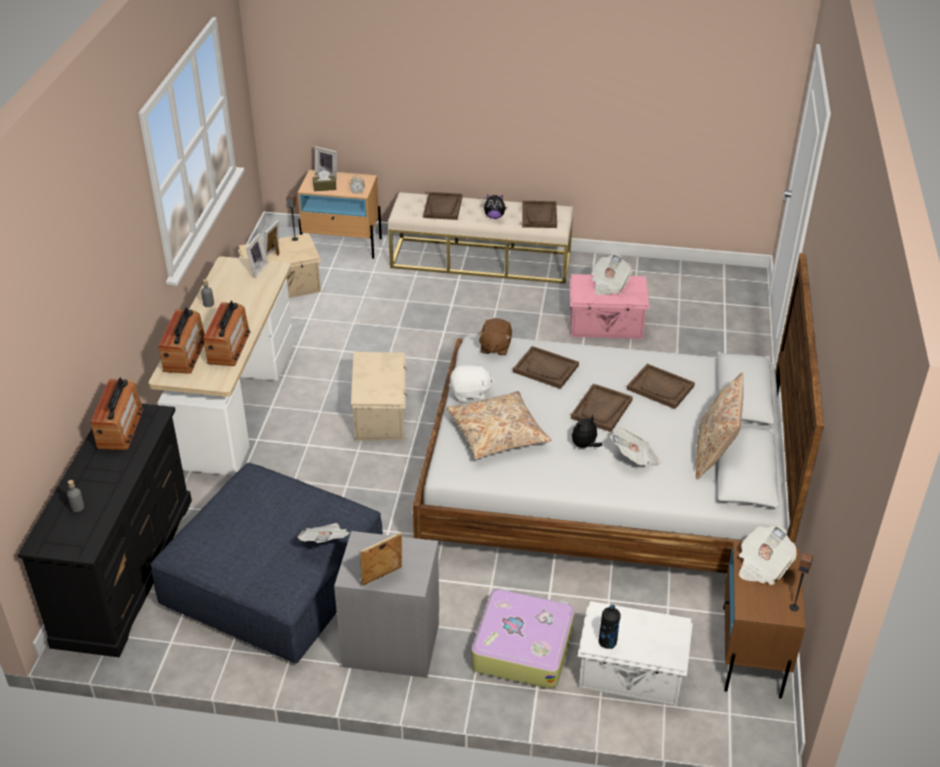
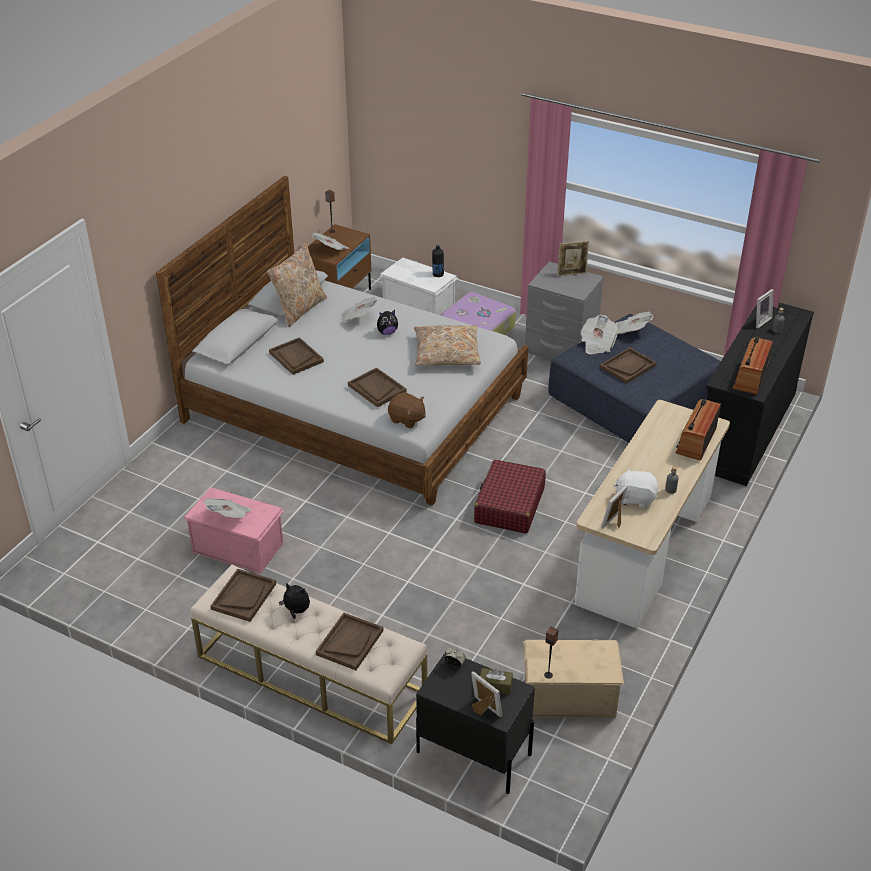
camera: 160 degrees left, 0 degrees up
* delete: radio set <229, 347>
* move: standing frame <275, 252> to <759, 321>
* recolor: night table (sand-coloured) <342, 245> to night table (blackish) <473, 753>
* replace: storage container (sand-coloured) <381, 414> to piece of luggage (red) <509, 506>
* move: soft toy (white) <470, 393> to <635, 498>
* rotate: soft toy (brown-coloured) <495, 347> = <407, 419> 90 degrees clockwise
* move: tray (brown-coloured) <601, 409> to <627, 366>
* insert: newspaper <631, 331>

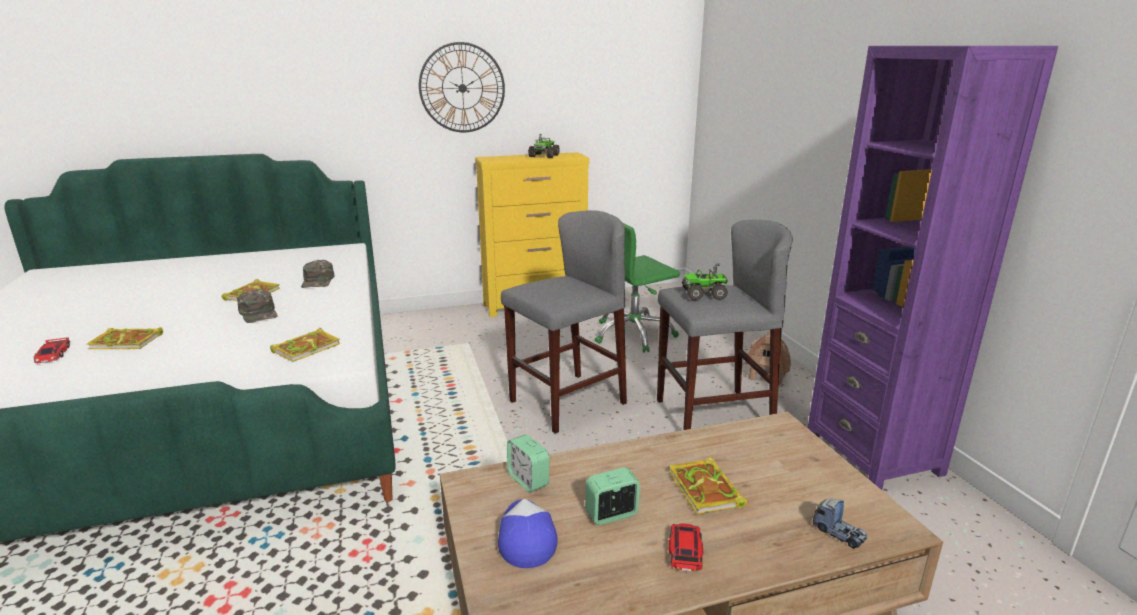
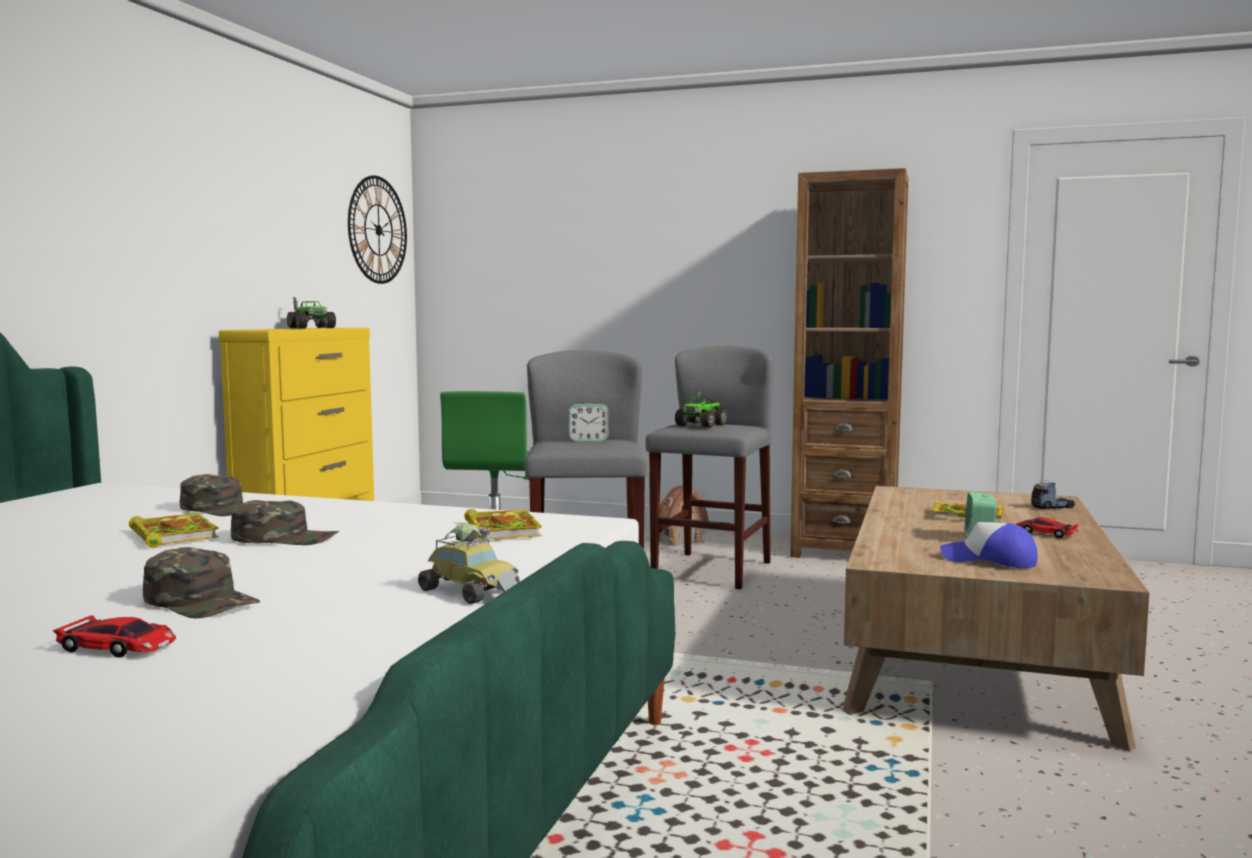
camera: 55 degrees left, 15 degrees down
* replace: book <128, 342> to baseball cap (green-coloured) <202, 601>
* move: hanging clock <462, 88> to <378, 230>
* move: alarm clock <528, 480> to <588, 440>
* recolor: bookshelf (purplish) <873, 453> to bookshelf (brown-coloured) <844, 551>
* insert: toy car <472, 591>

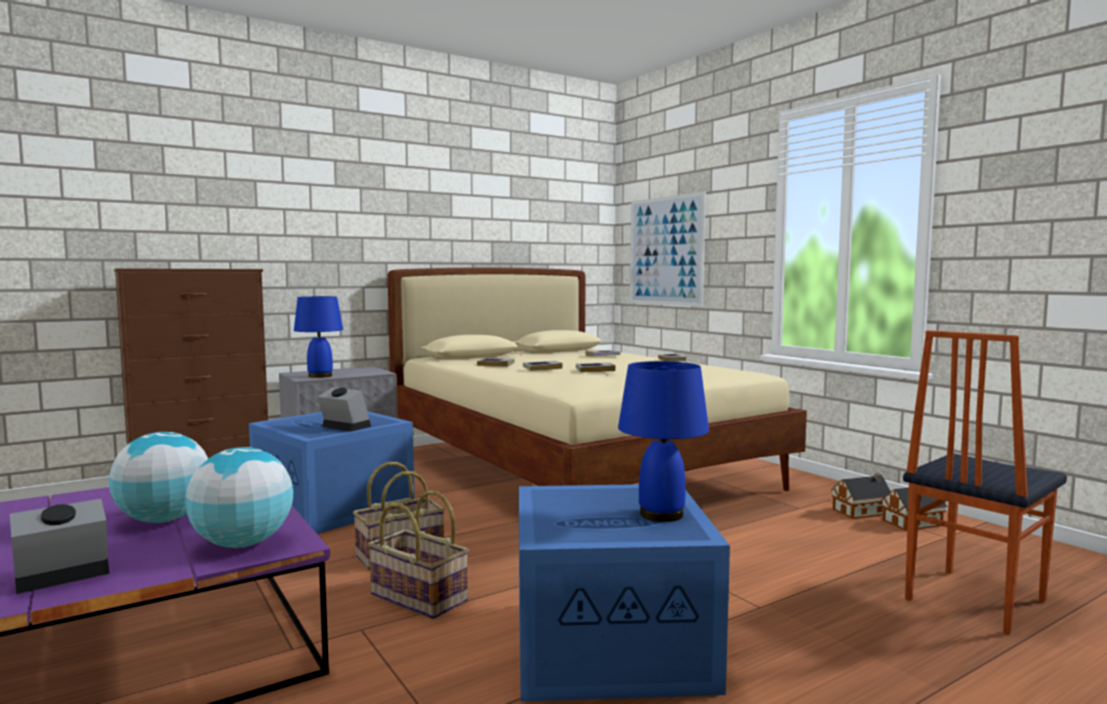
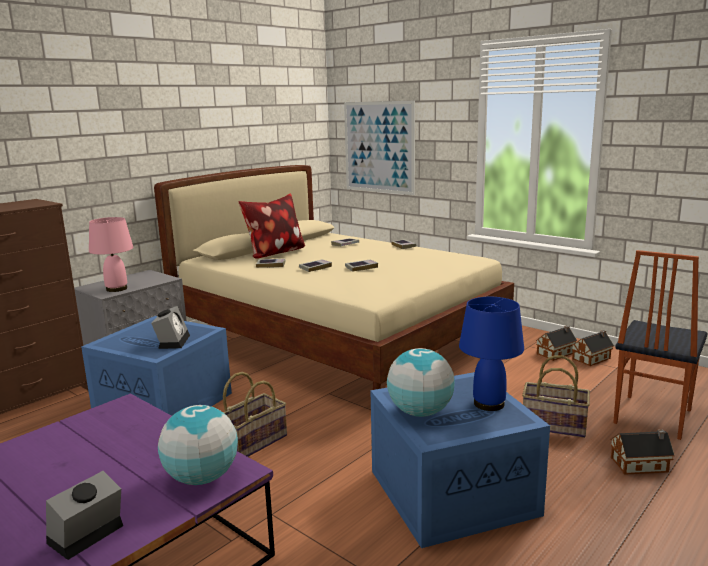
camera: 15 degrees left, 10 degrees up
* move: globe <163, 520> to <420, 412>
* recolor: tabletop lamp (blue-coloured) <320, 376> to tabletop lamp (pink-coloured) <117, 289>
* rotate: alarm clock <343, 427> = <172, 341> 75 degrees clockwise
* move: household basket <417, 598> to <553, 426>
* insert: throw pillow <274, 253>
* insert: toy house <641, 465>

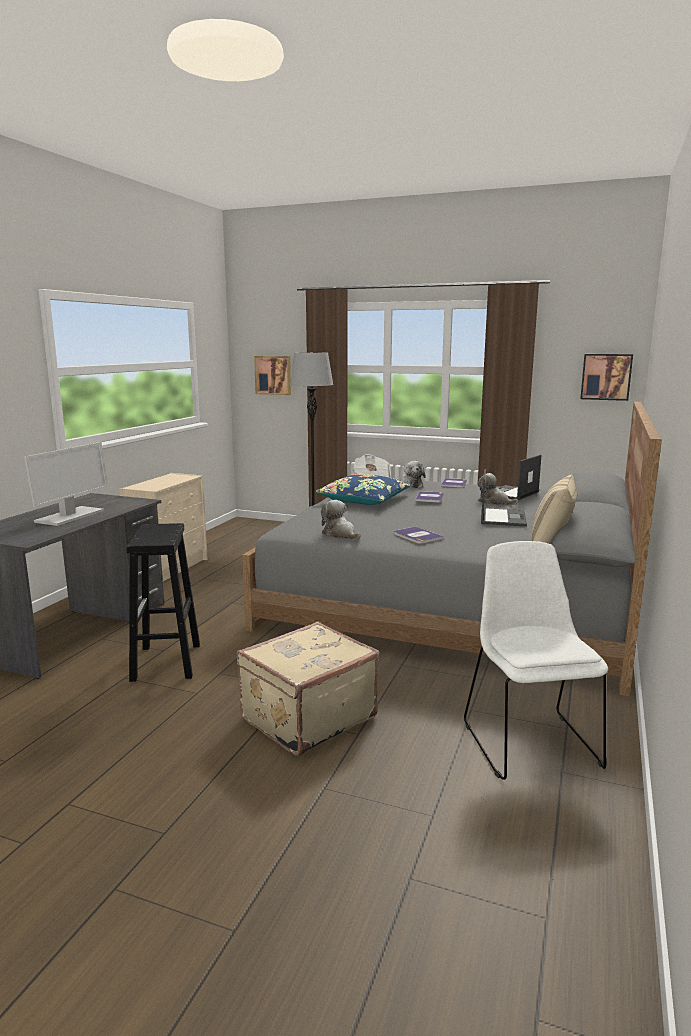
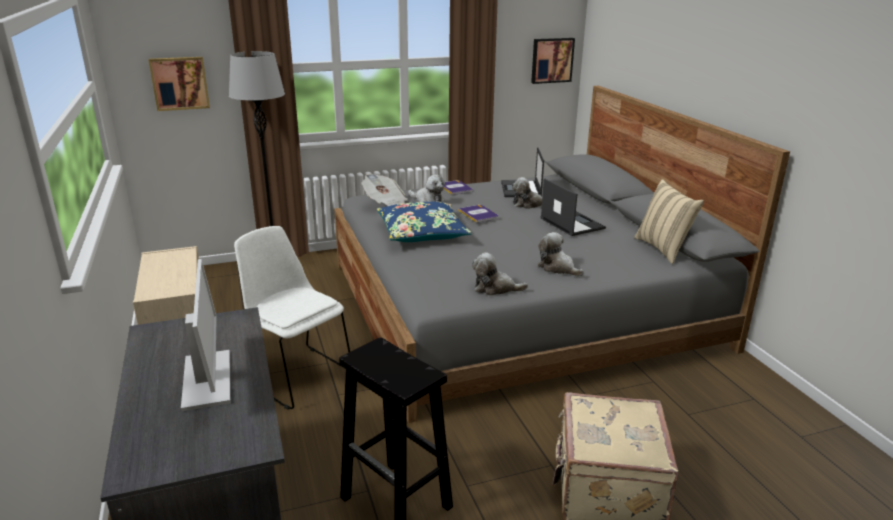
camera: 40 degrees left, 10 degrees up
* replace: book <417, 536> to soft toy <557, 268>
* move: upright chair (white) <529, 741> to <297, 375>

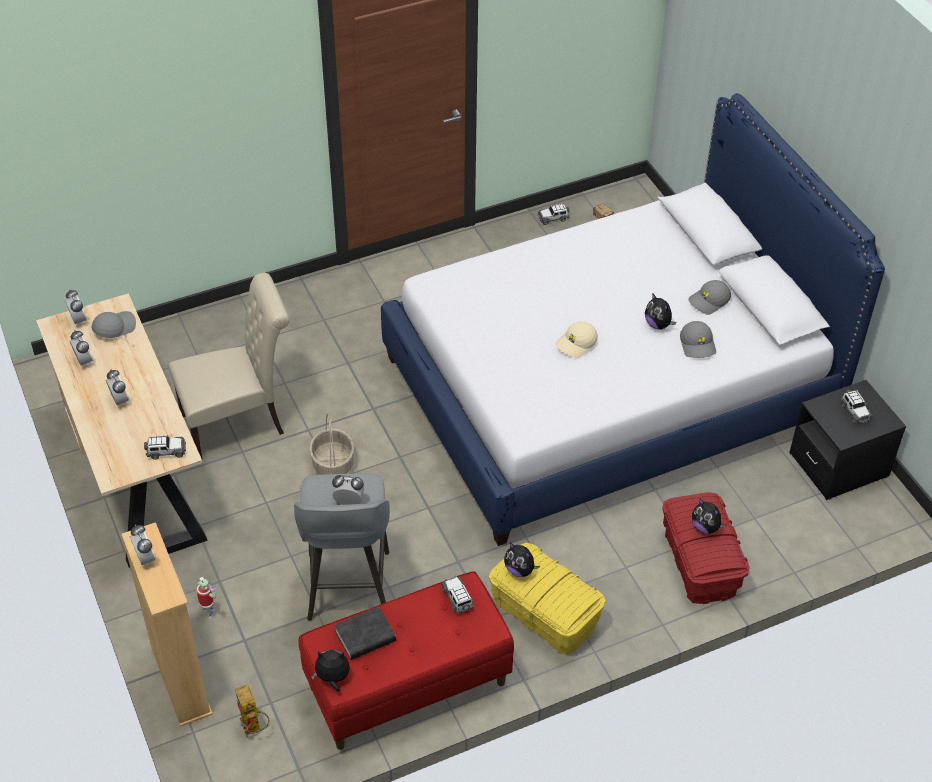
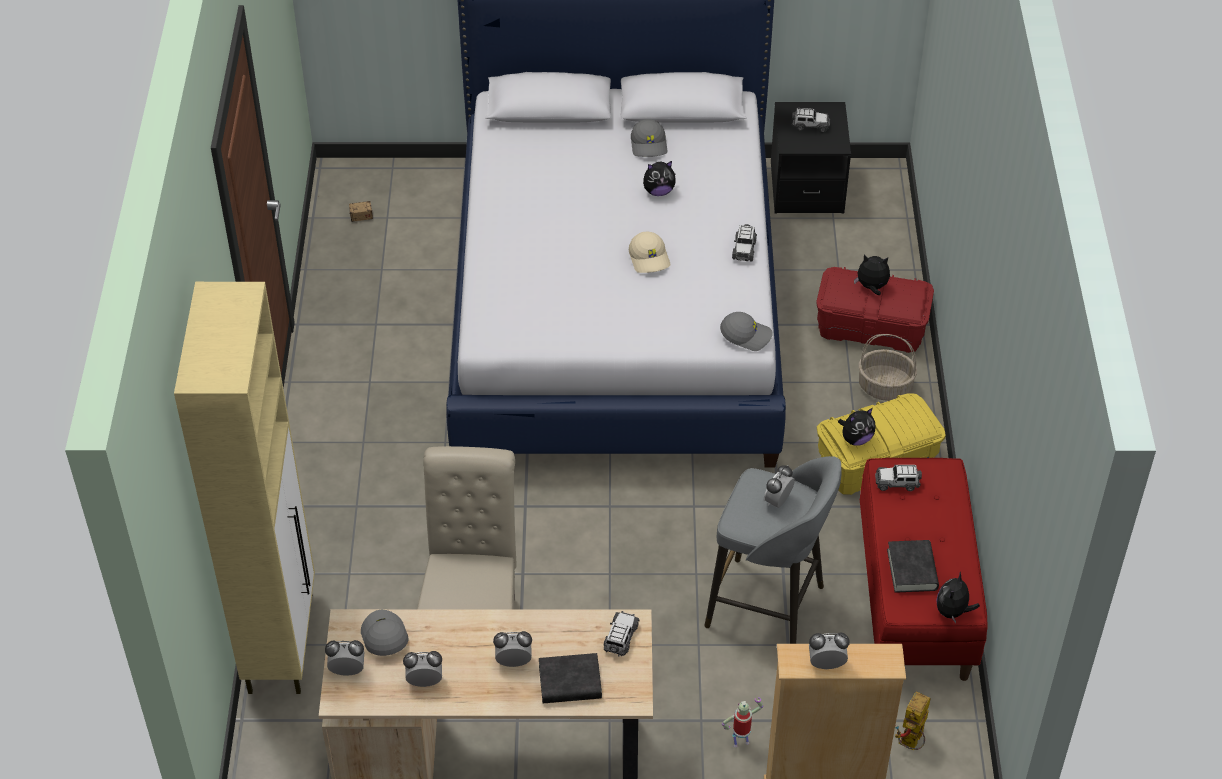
camera: 65 degrees left, 0 degrees up
* rotate: toy robot <254, 727> = <911, 744> 120 degrees clockwise
* move: household basket <332, 463> to <884, 387>
* move: toy car <553, 218> to <744, 249>
* move: baseball cap (greyish) <698, 345> to <746, 335>
* rotate: soft toy <706, 527> = <871, 287> 150 degrees counterclockwise
* insert: storage cabinet (sand-coloured) <281, 640>
* insert: book (blackish) <570, 683>

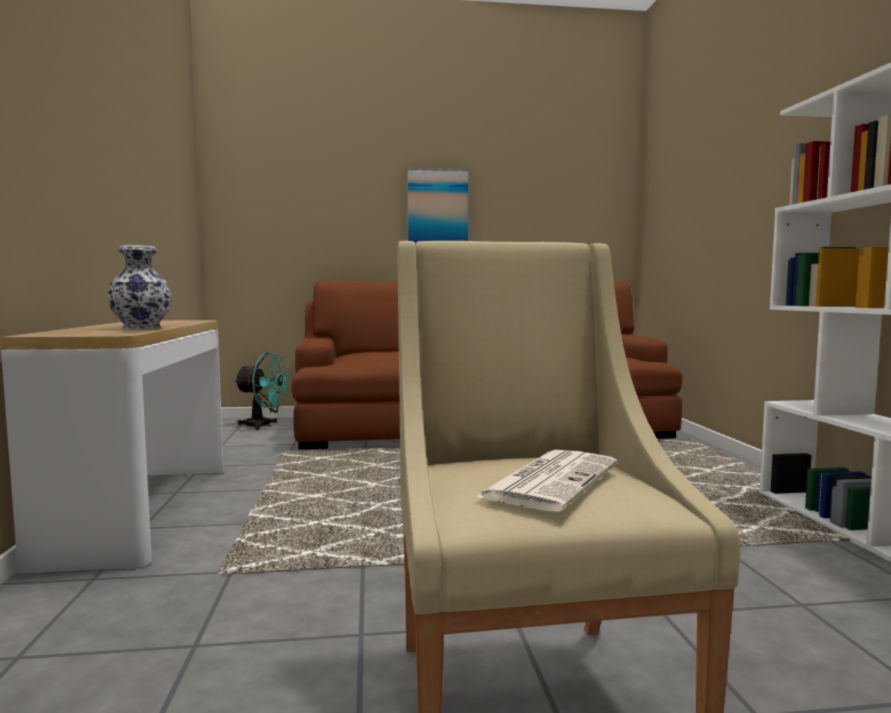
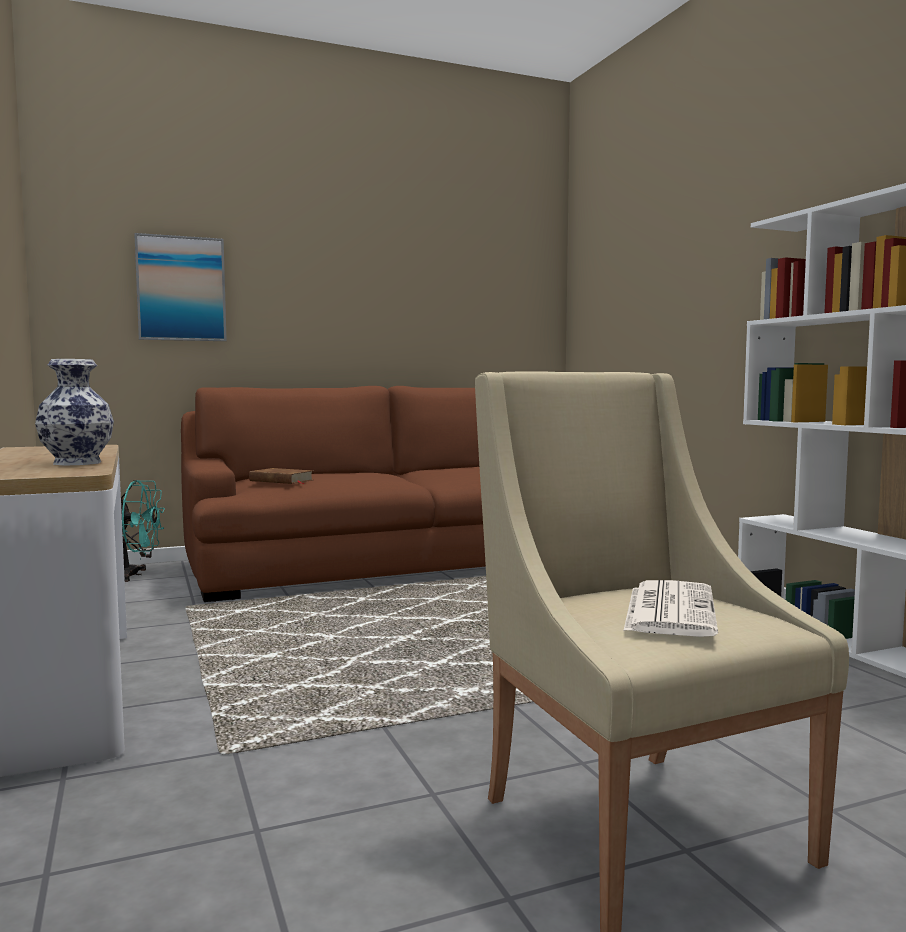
camera: 15 degrees left, 0 degrees up
* move: wall picture <437, 209> to <181, 289>
* insert: book (brown-coloured) <281, 480>

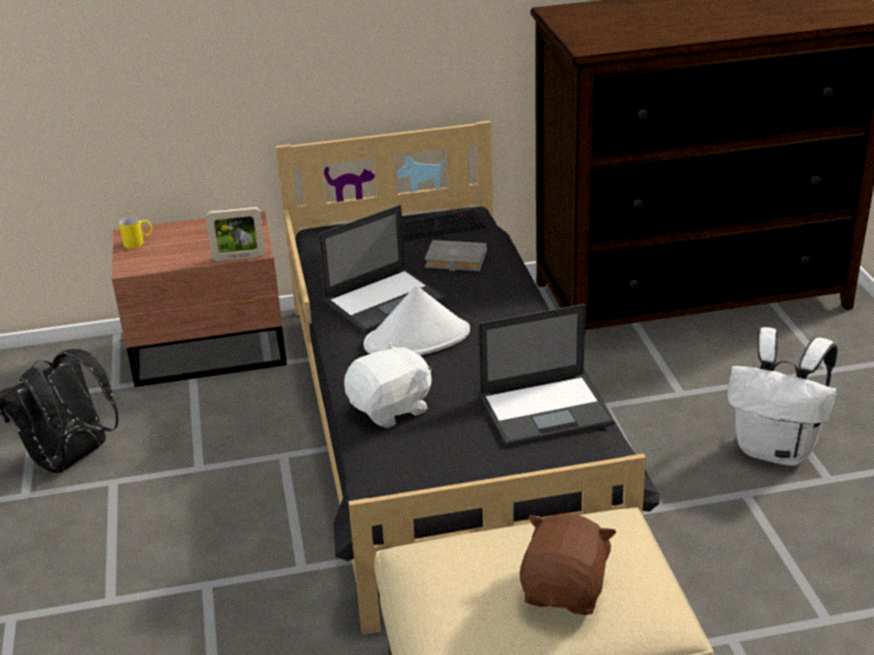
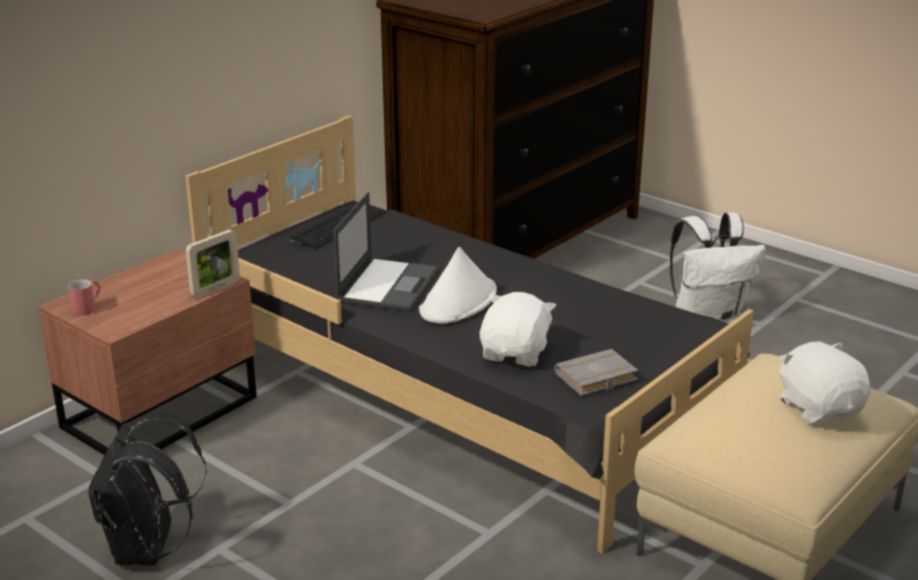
camera: 40 degrees left, 5 degrees down
* recolor: mug (yellow) <139, 242> to mug (red) <88, 308>
* move: book (greyish) <454, 261> to <595, 379>
* delete: notebook computer <547, 410>
* recolor: soft toy (brown-coloured) <565, 590> to soft toy (white) <819, 408>

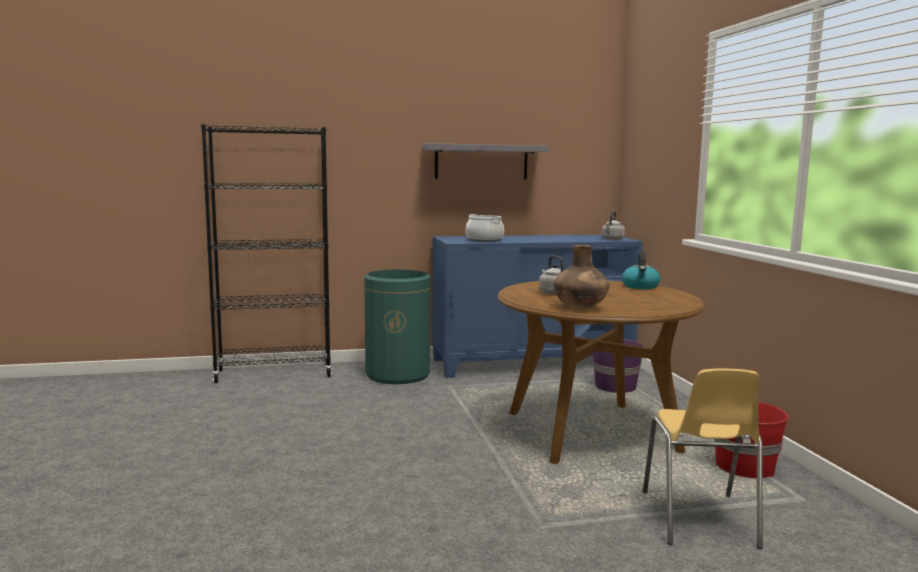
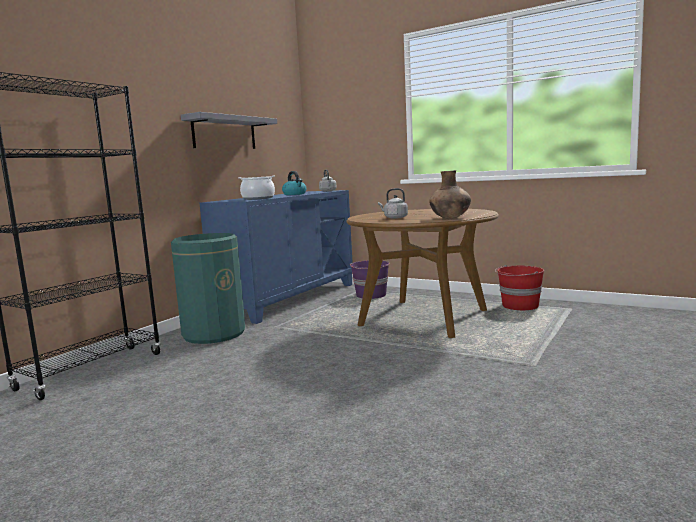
camera: 45 degrees left, 0 degrees up
* move: tea kettle <640, 286> to <295, 194>
* delete: upright chair (yellow) <699, 520>

